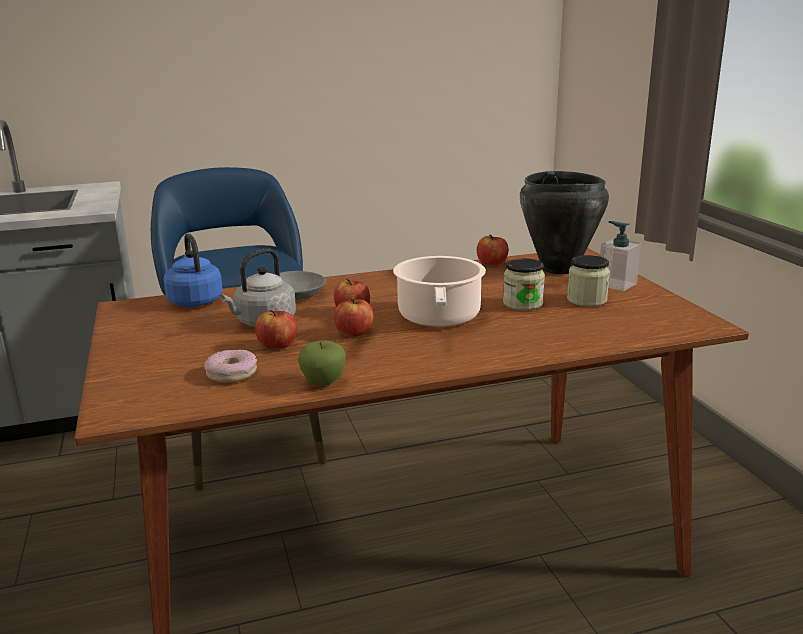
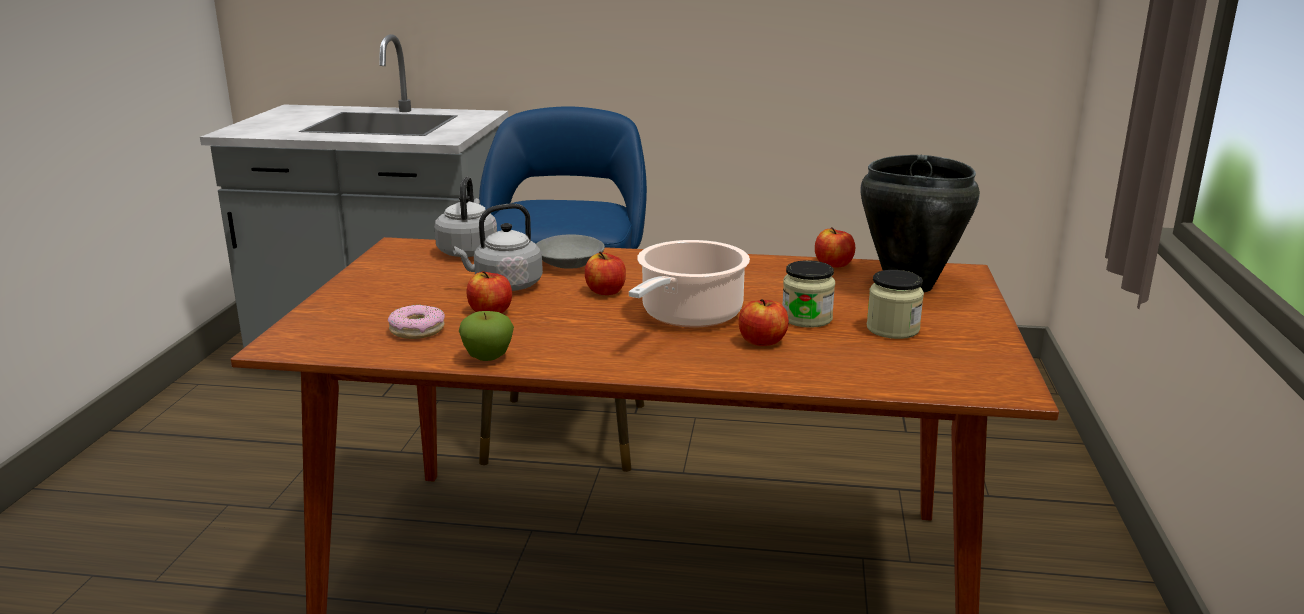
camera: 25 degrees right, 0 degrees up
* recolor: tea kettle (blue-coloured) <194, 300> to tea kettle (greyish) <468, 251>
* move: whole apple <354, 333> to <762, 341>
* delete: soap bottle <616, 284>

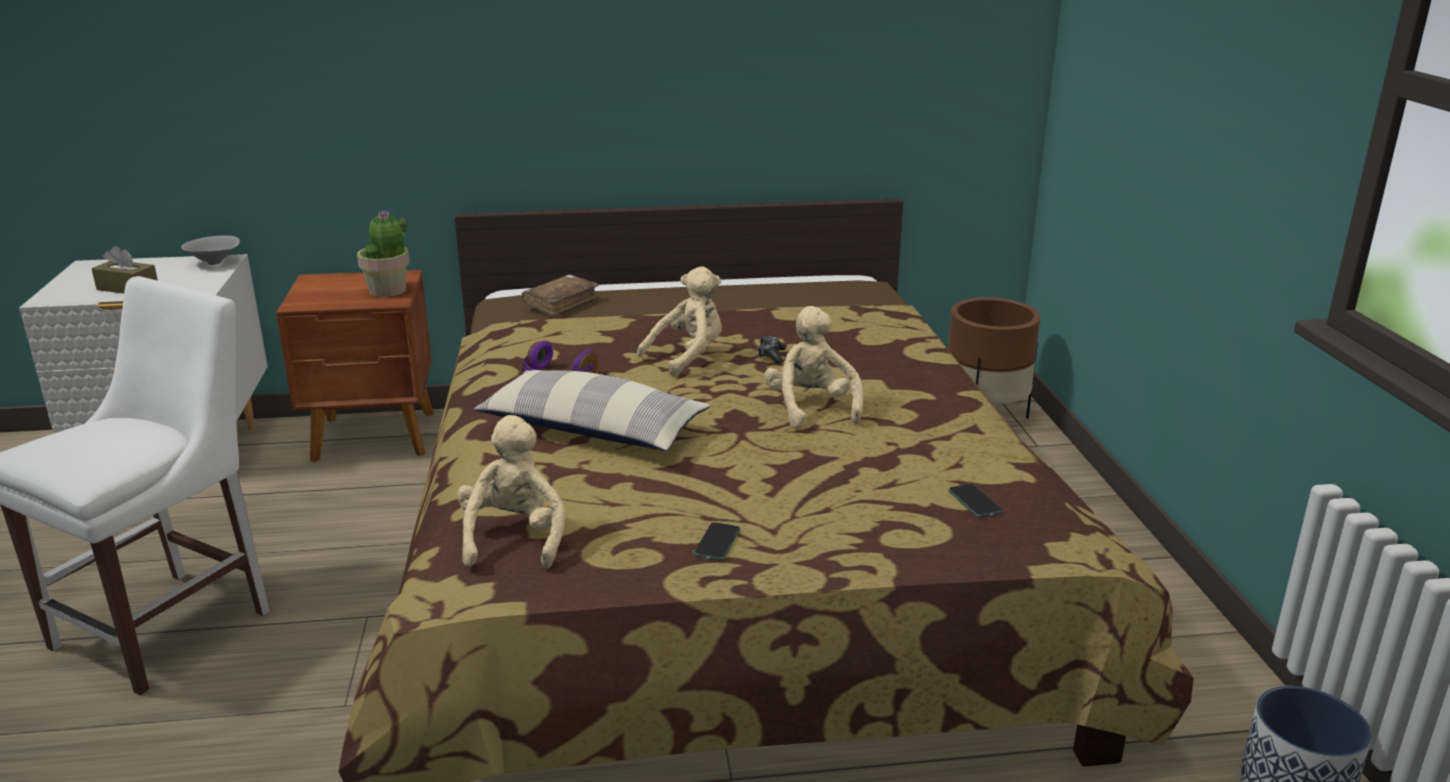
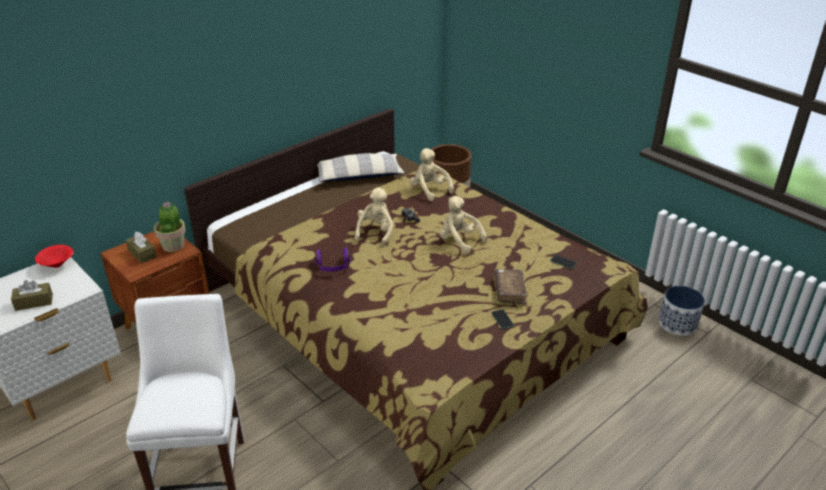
camera: 35 degrees left, 10 degrees up
* recolor: deep dish (greyish) <215, 263> to deep dish (red) <58, 265>
* move: soft toy (sand-coloured) <514, 538> to <429, 190>
* move: throw pillow <592, 431> to <359, 176>
* move: book (brown-coloured) <561, 304> to <509, 291>
* insert: tissue box (brown-coloured) <142, 254>

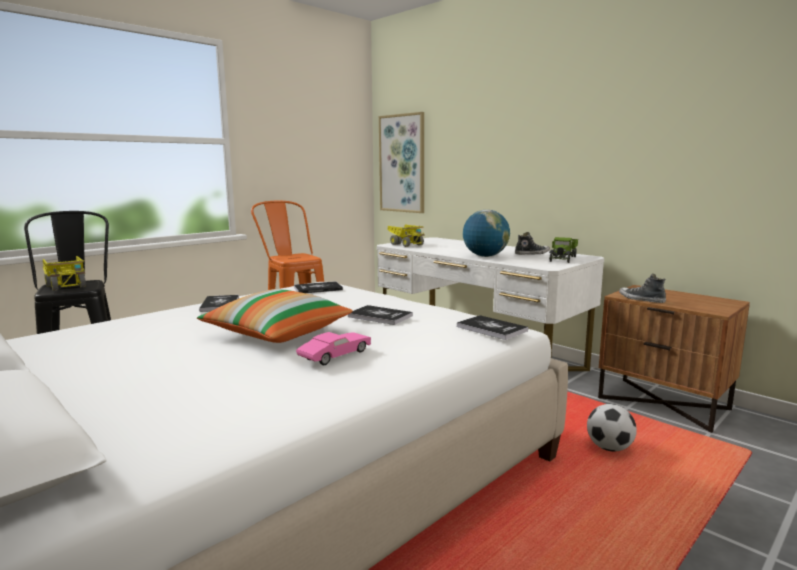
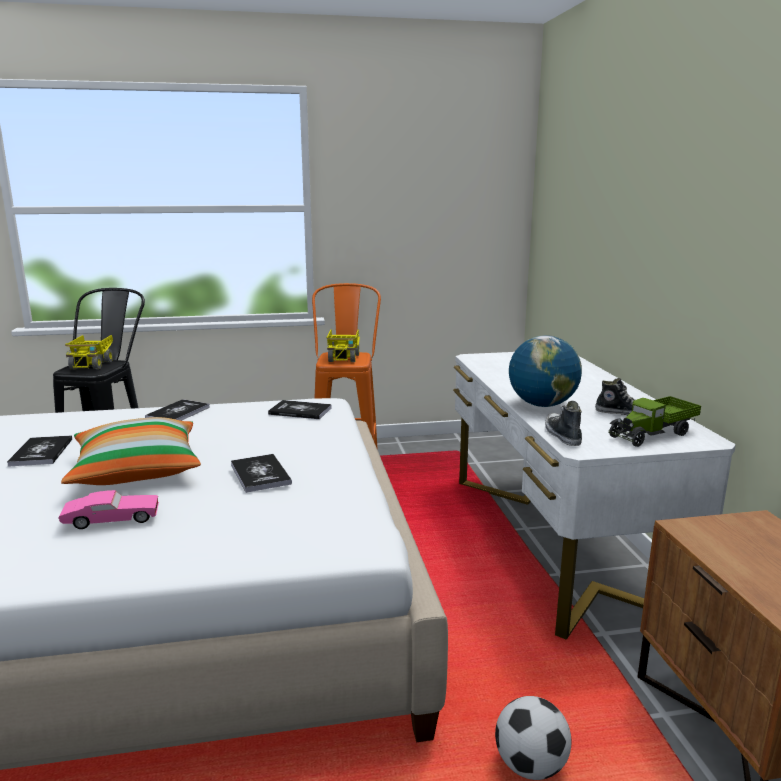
camera: 35 degrees right, 5 degrees up
* delete: wall picture <402, 163>
* move: model truck <406, 244> to <343, 357>
* move: book <491, 329> to <41, 452>
* move: low shoe <641, 299> to <562, 435>

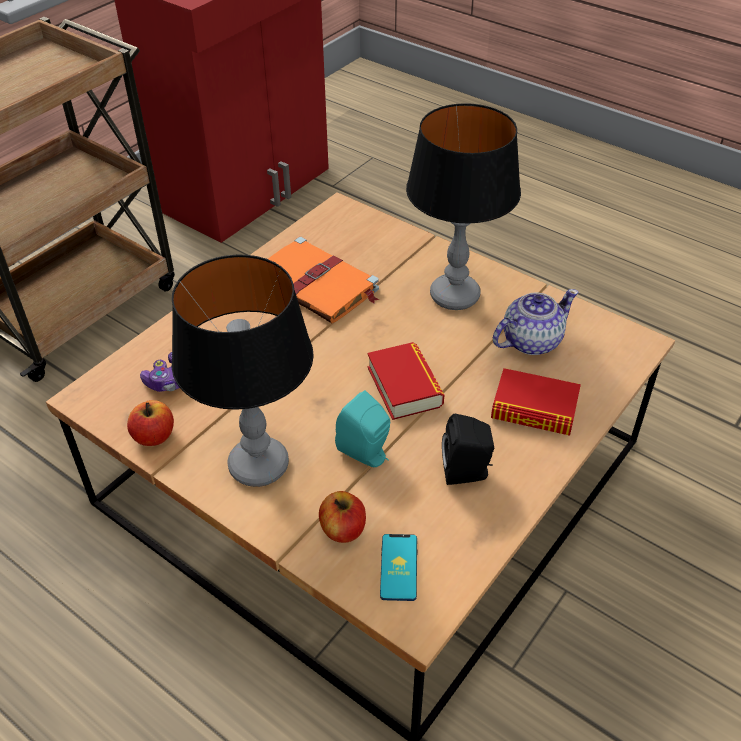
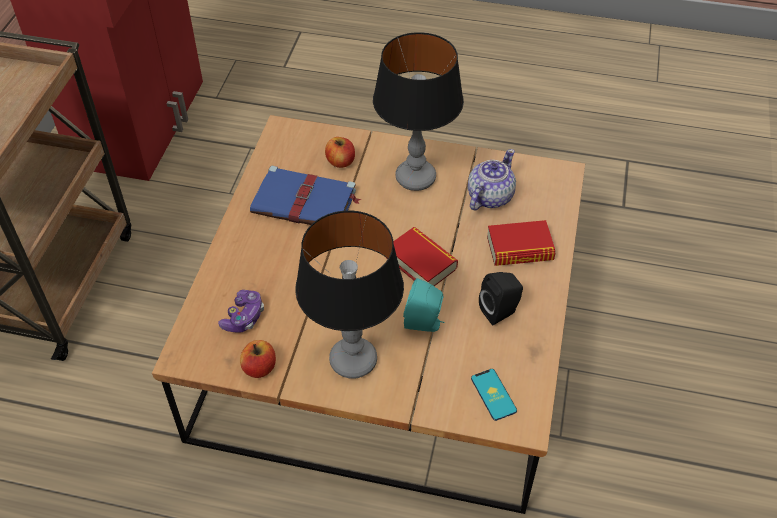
camera: 25 degrees left, 5 degrees up
* recolor: book (orangey) <317, 285> to book (blue-coloured) <306, 202>
* move: whole apple <343, 529> to <340, 162>

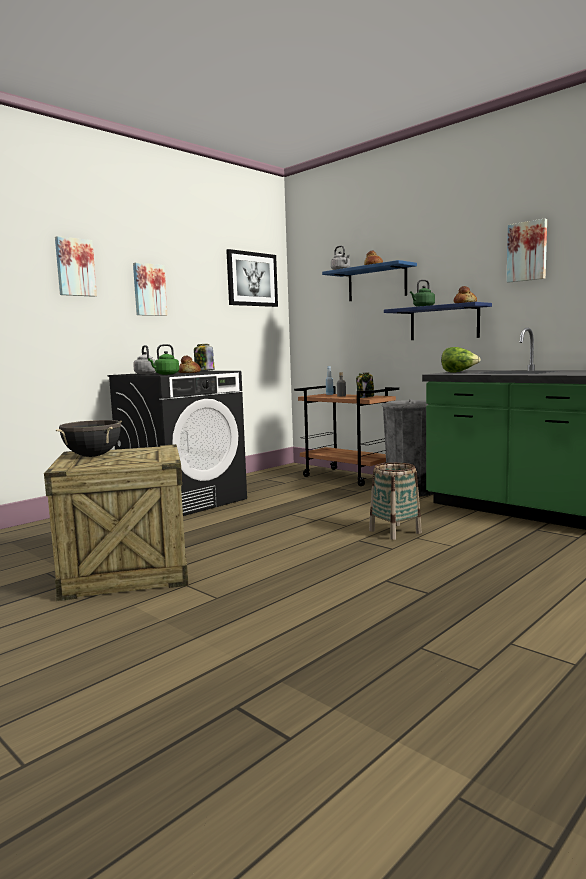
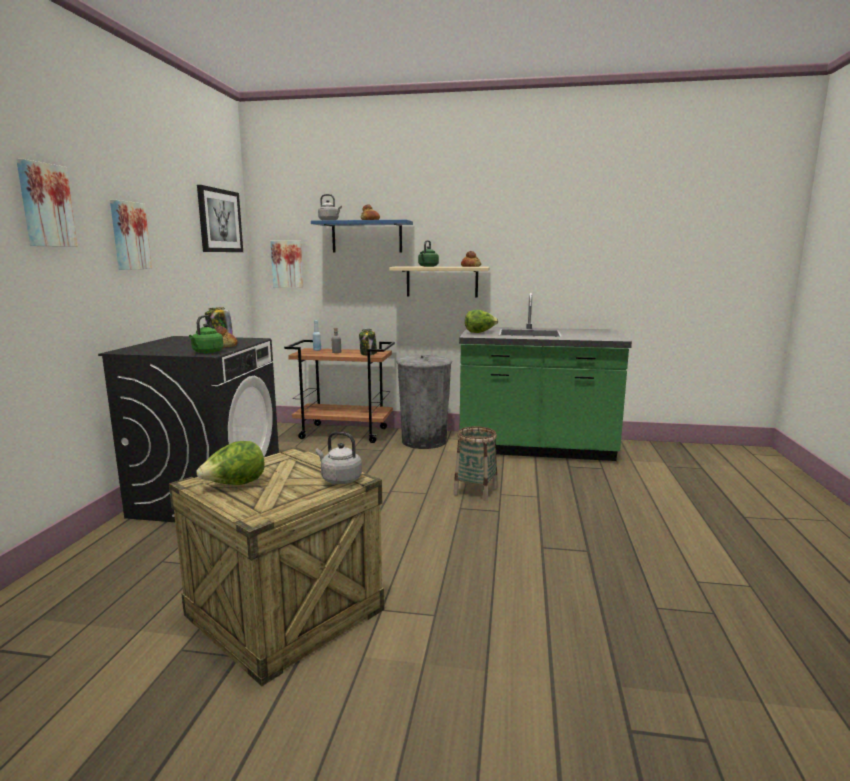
camera: 35 degrees left, 5 degrees up
* replace: saucepot (blackish) <93, 456> to lettuce <235, 485>
* move: tea kettle (greyish) <145, 374> to <339, 479>
* recolor: bracket shelf (blue-coloured) <444, 322> to bracket shelf (sand-coloured) <442, 281>
* move: wall picture <527, 251> to <287, 264>

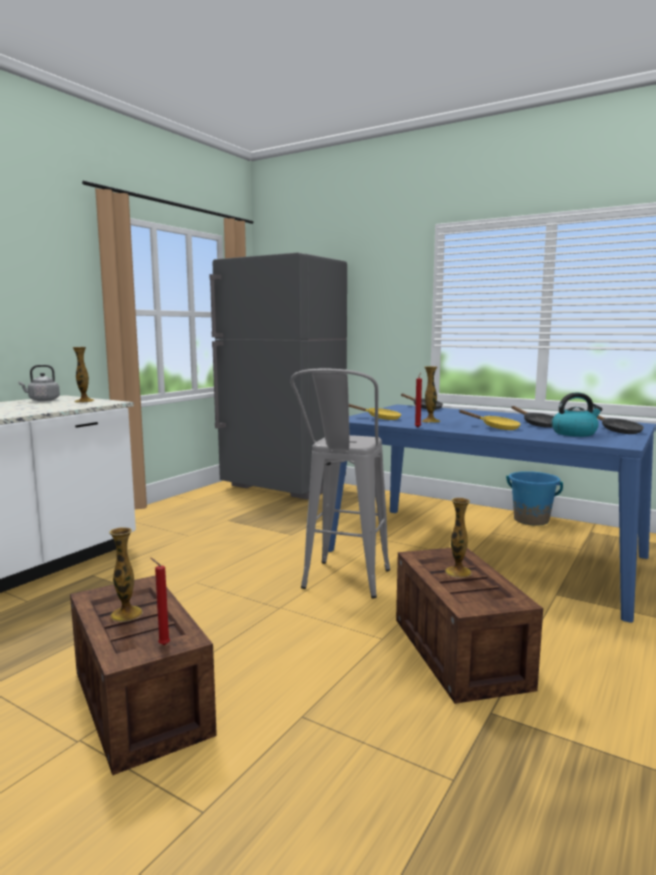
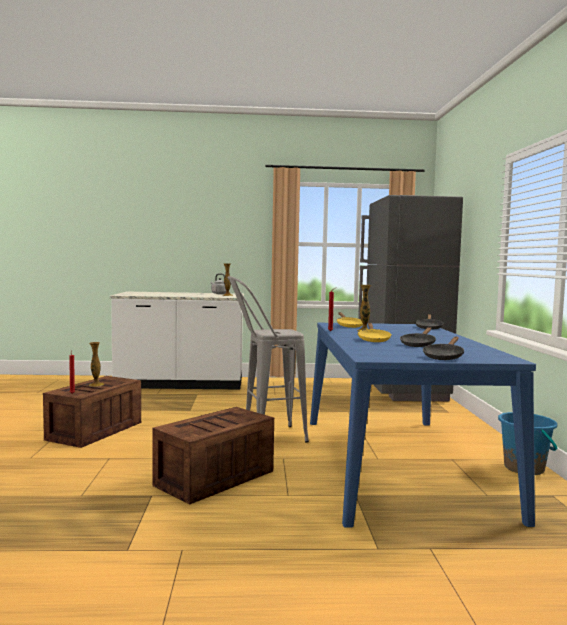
camera: 55 degrees right, 5 degrees down
* delete: decorative vase <458, 572>
* delete: tea kettle <574, 433>

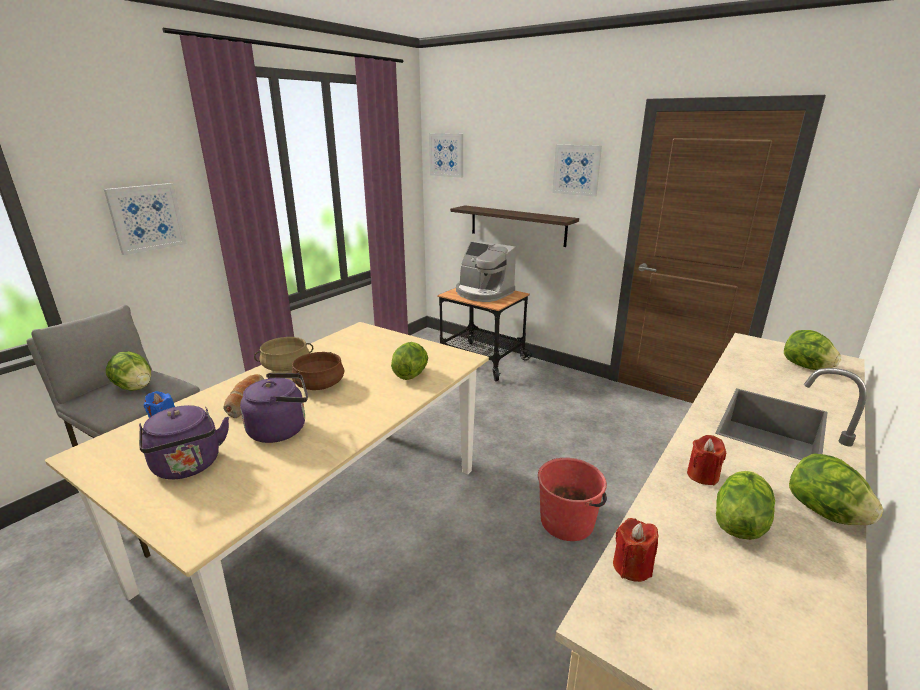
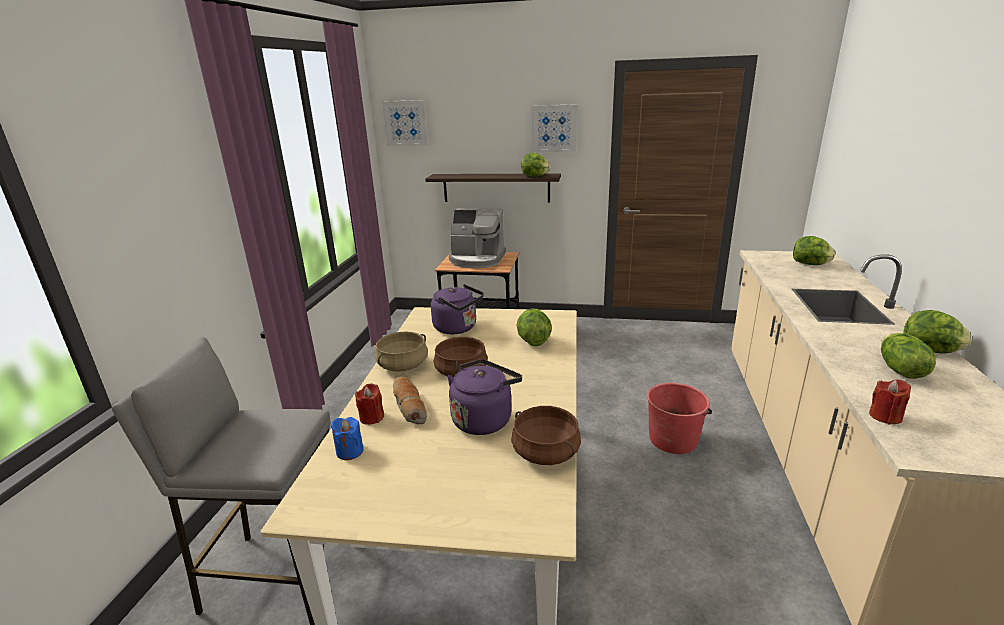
camera: 25 degrees left, 0 degrees up
* delete: wall picture <146, 218>
* move: lettuce <135, 387> to <535, 176>
* move: tea kettle (purplish) <189, 467> to <458, 328>
* move: candle (red) <702, 475> to <372, 417>
* insert: saucepot (brown-coloured) <545, 453>

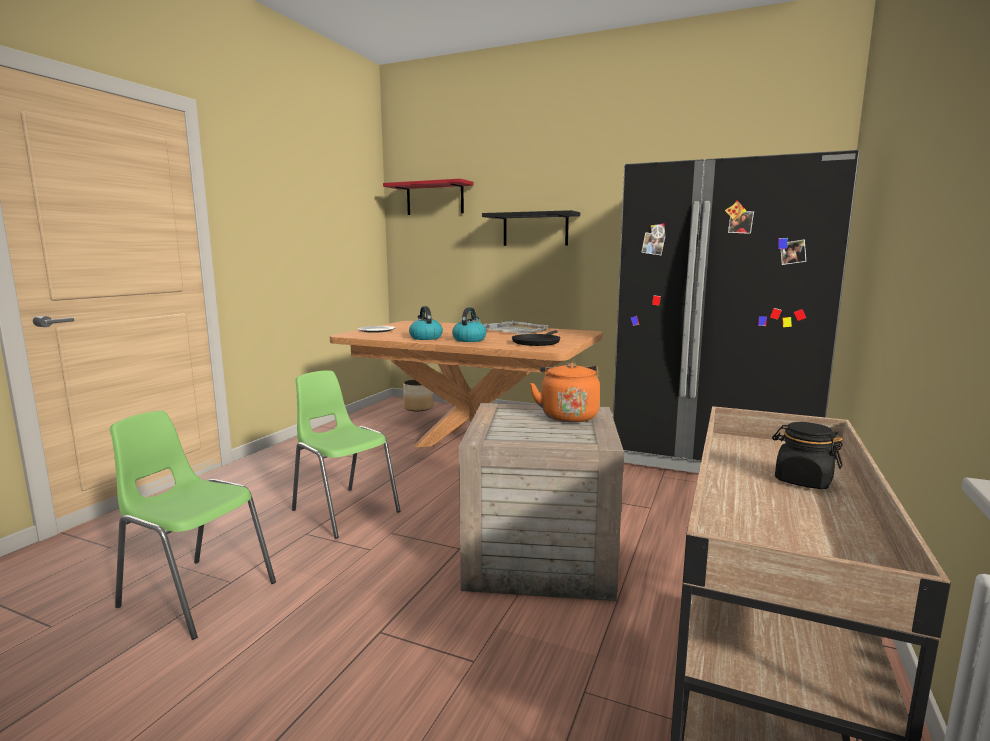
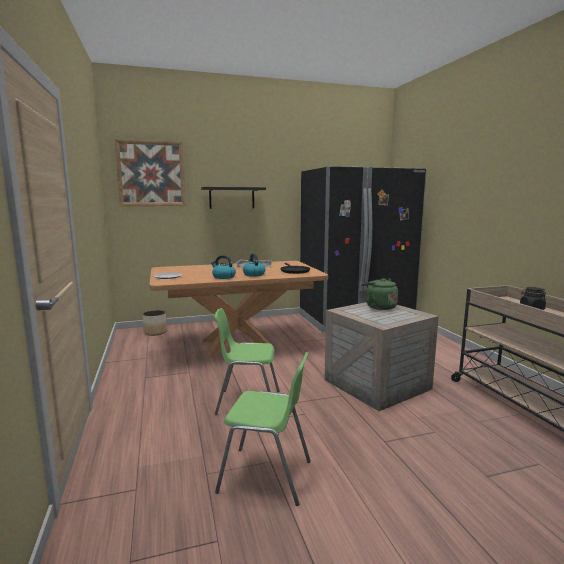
camera: 40 degrees left, 0 degrees up
* rotate: upright chair (green-coloured) <196, 594> = <266, 476> 150 degrees counterclockwise
* replace: bracket shelf (red) <435, 199> to wall picture <151, 173>
* recolor: tea kettle (orangey) <568, 416> to tea kettle (green-coloured) <379, 307>

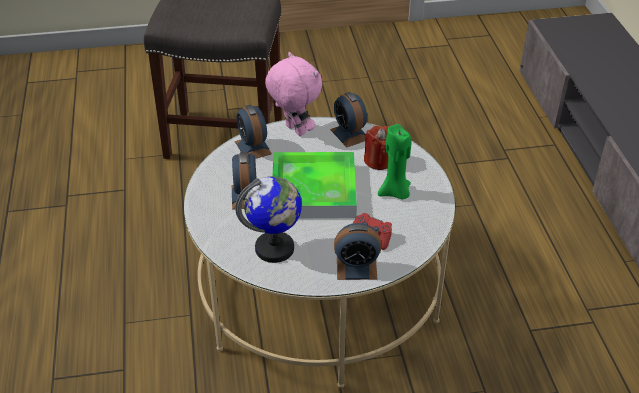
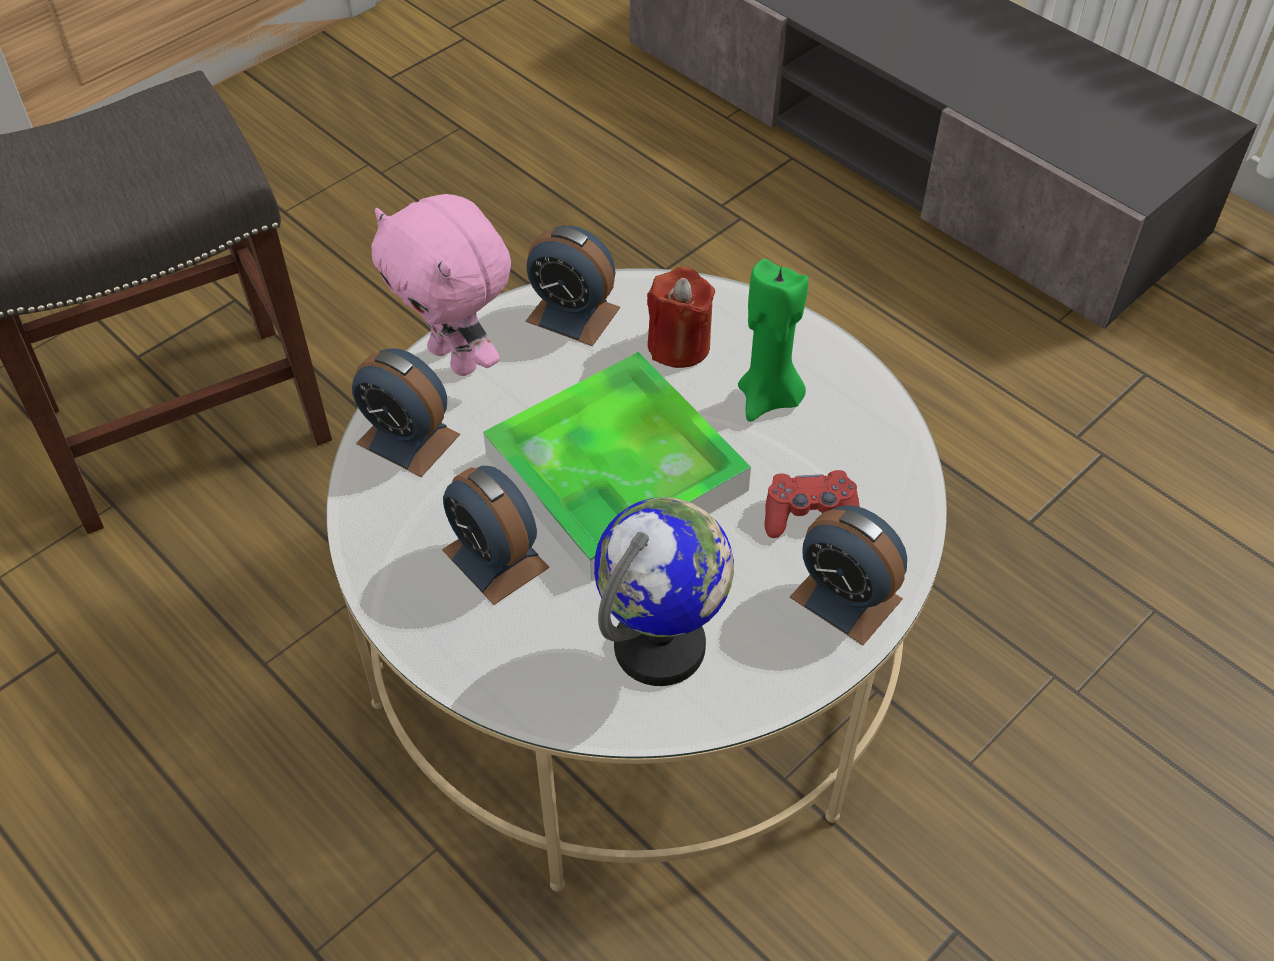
camera: 35 degrees left, 10 degrees up
* rotate: soft toy (pink-coloured) <294, 130> = <456, 358> 150 degrees counterclockwise
* rotate: alarm clock <356, 268> = <846, 598> 75 degrees clockwise

